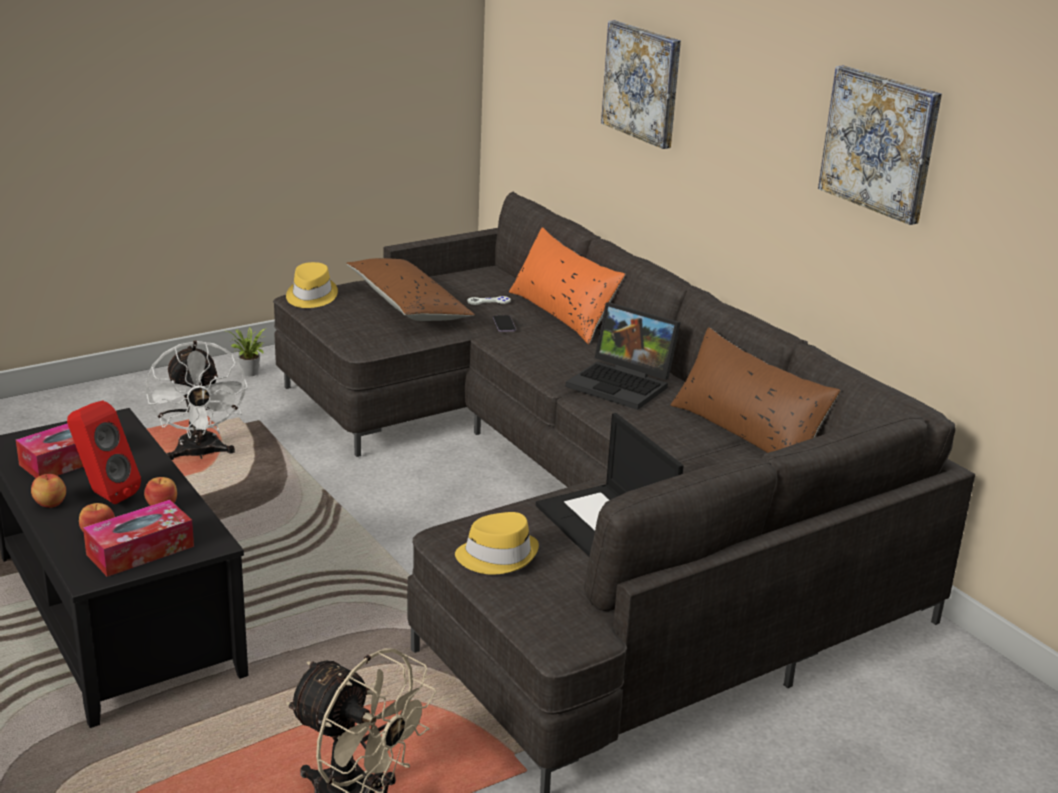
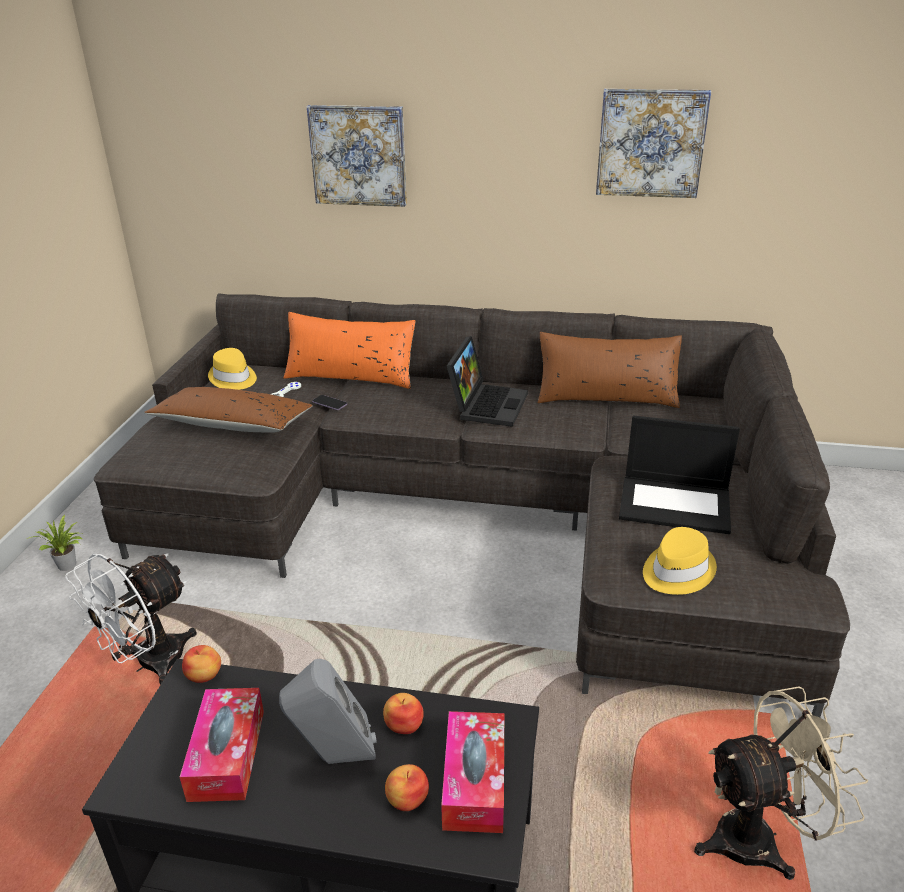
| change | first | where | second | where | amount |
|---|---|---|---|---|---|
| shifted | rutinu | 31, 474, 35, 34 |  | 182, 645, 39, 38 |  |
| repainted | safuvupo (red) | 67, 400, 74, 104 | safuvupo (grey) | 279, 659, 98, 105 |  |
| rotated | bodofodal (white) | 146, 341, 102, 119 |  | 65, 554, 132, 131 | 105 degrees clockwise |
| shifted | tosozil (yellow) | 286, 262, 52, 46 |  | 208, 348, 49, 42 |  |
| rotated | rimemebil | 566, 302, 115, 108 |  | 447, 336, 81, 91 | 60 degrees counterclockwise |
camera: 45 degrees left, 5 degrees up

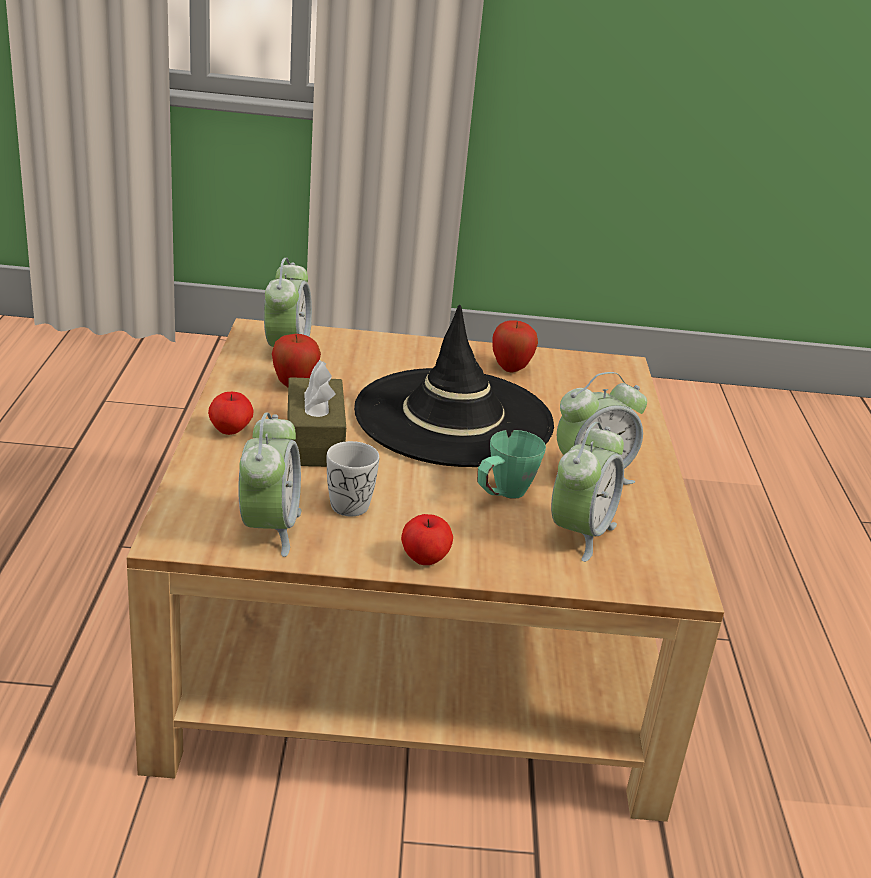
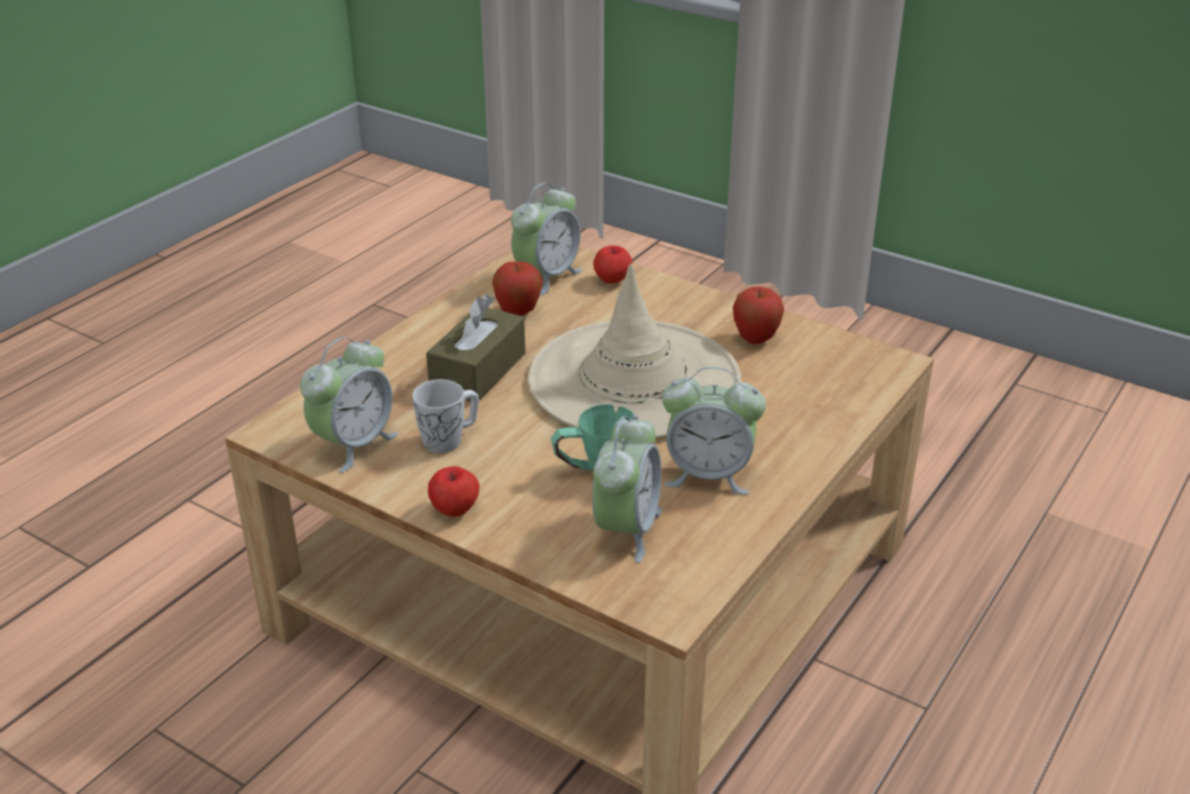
| change | first | where | second | where | amount |
|---|---|---|---|---|---|
| shifted | rutinu | 208, 392, 45, 43 |  | 593, 245, 39, 39 |  |
| repainted | tosozil (black) | 354, 305, 200, 162 | tosozil (beige) | 528, 263, 213, 176 |  |
| rotated | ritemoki | 551, 422, 73, 140 |  | 592, 415, 70, 148 | 45 degrees counterclockwise |
camera: 35 degrees right, 5 degrees up

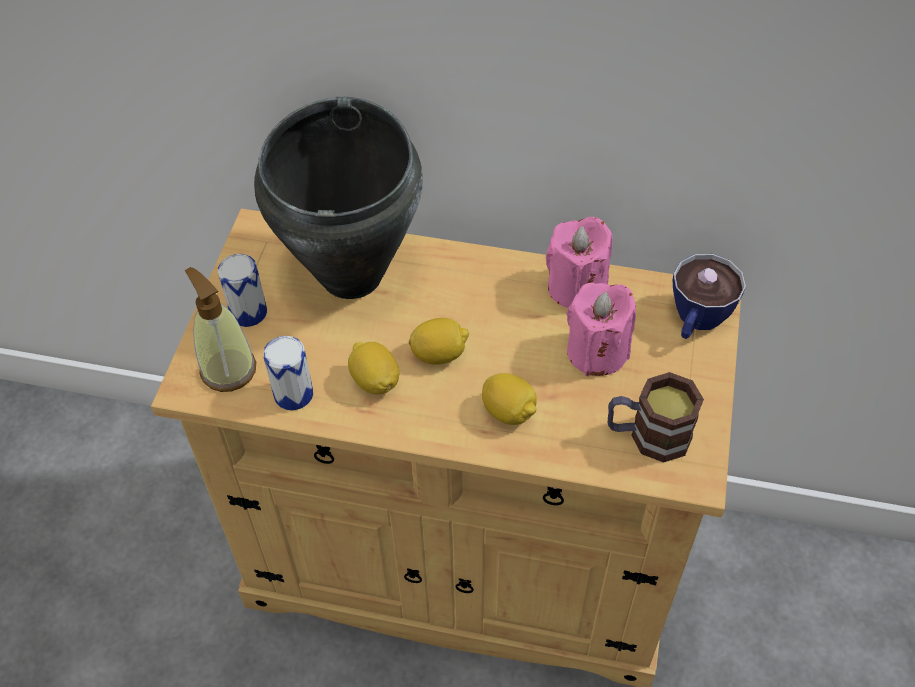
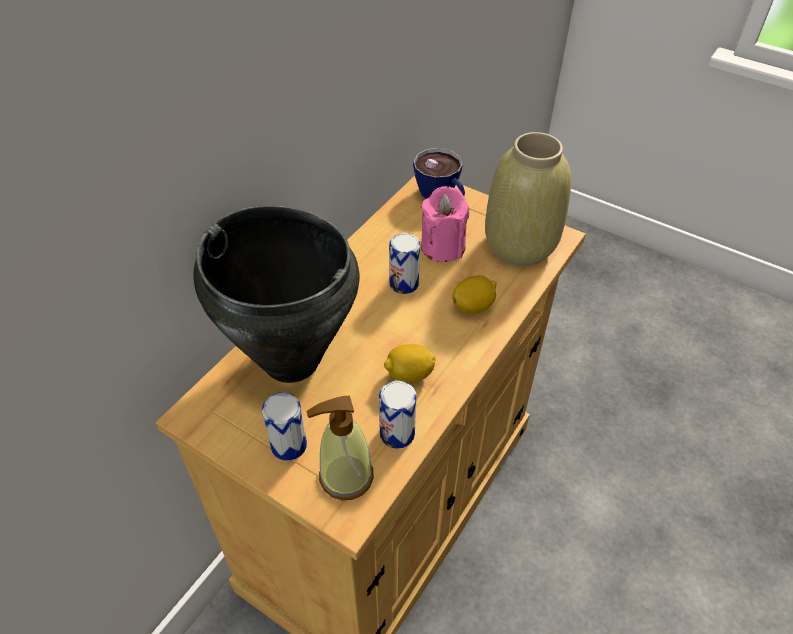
| change | first | where | second | where | amount |
|---|---|---|---|---|---|
| gone | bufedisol | 409, 318, 60, 47 |  |  |  |
| gone | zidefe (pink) | 546, 217, 67, 91 |  |  |  |
| swapped | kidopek | 608, 372, 96, 91 | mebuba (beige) | 485, 132, 86, 134 |  |
| new |  |  | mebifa | 389, 233, 31, 61 |  |
camera: 70 degrees left, 5 degrees down

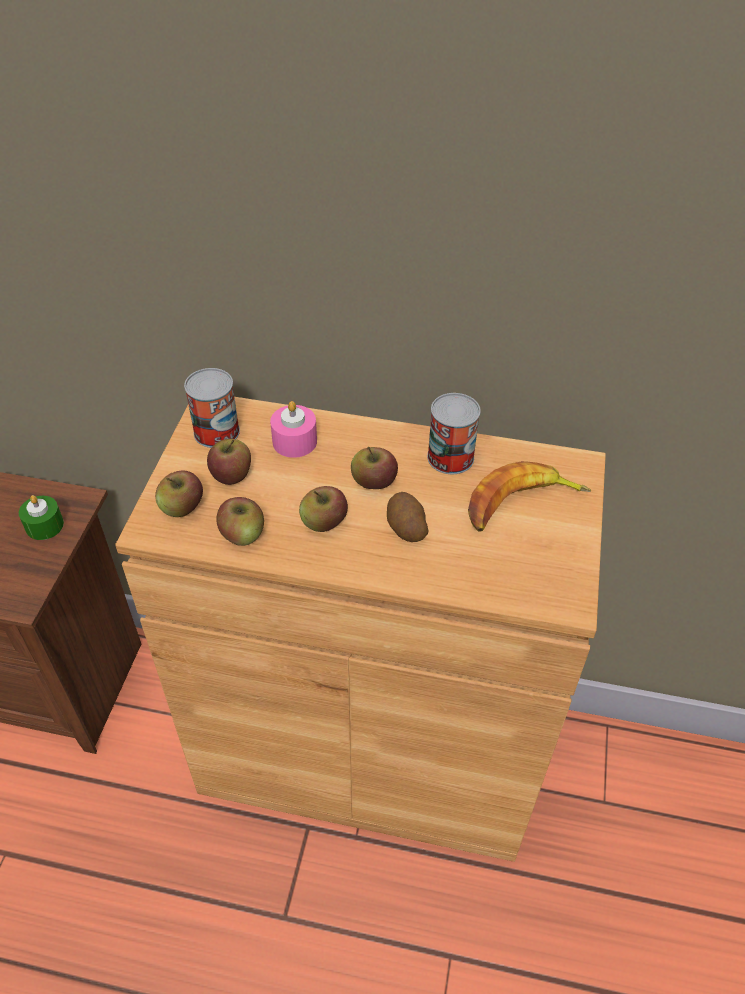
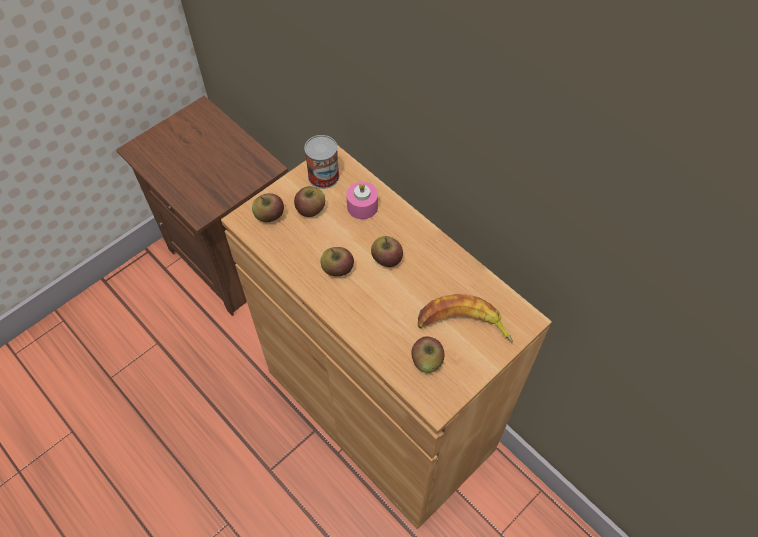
| change | first | where | second | where | amount |
|---|---|---|---|---|---|
| gone | zidefe (green) | 19, 495, 45, 45 |  |  |  |
| shifted | rutinu | 216, 497, 48, 49 |  | 411, 336, 33, 37 |  |
| gone | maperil | 387, 492, 41, 50 |  |  |  |
| gone | mebifa | 427, 393, 54, 81 |  |  |  |
camera: 35 degrees right, 10 degrees up

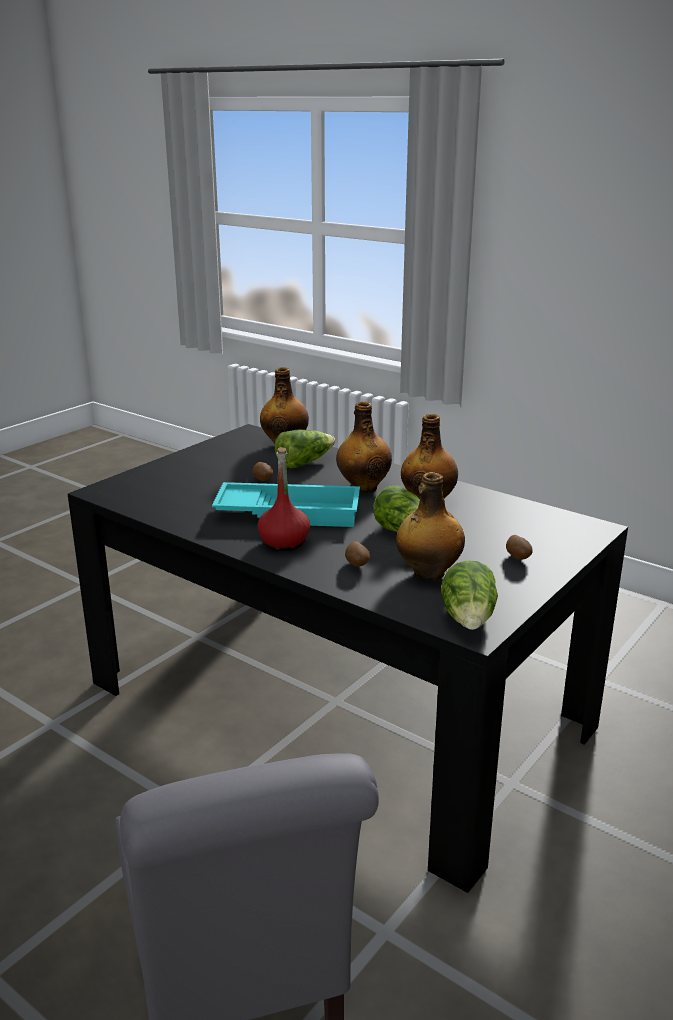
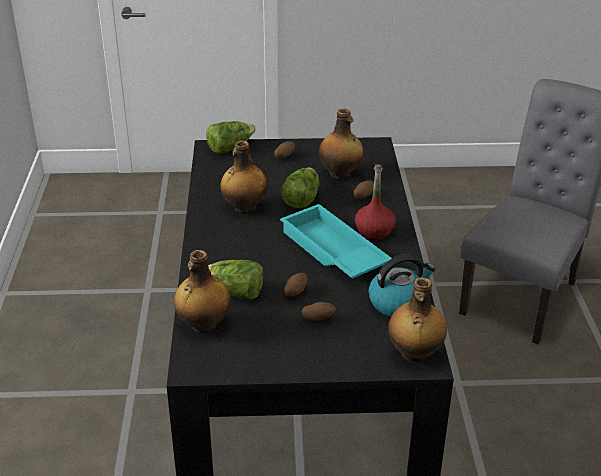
| change | first | where | second | where | amount |
|---|---|---|---|---|---|
| shifted | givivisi | 336, 402, 56, 91 |  | 388, 278, 59, 85 |  |
| shifted | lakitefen | 441, 560, 57, 70 |  | 206, 121, 50, 33 |  |
| new |  |  | maperil | 302, 302, 34, 19 |  |
| new |  |  | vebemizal | 369, 254, 67, 63 |  |
camera: 130 degrees left, 10 degrees up

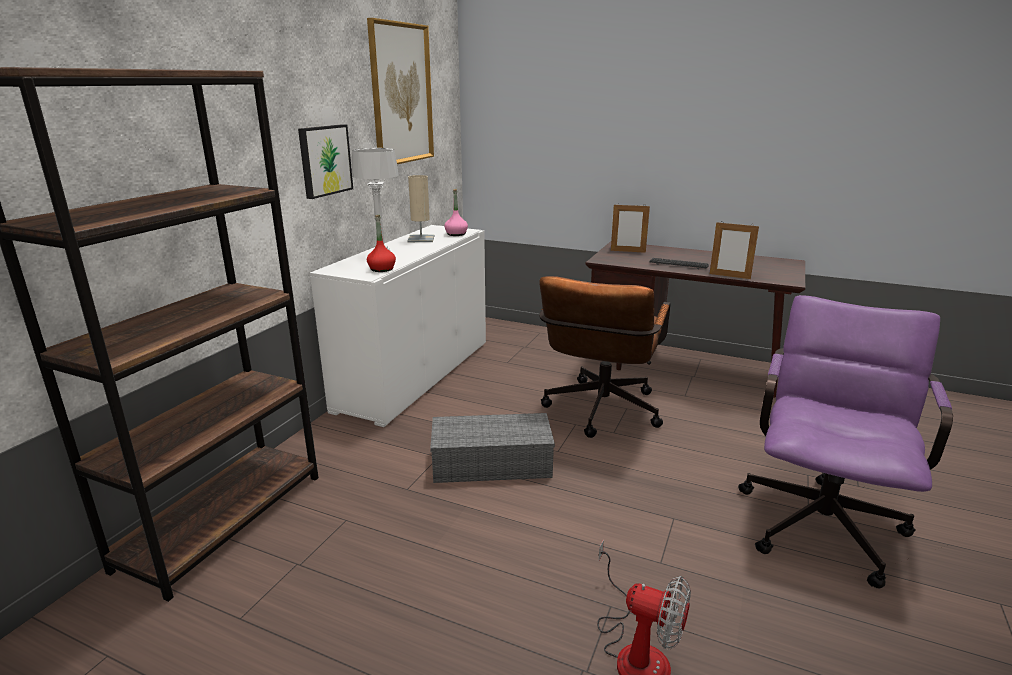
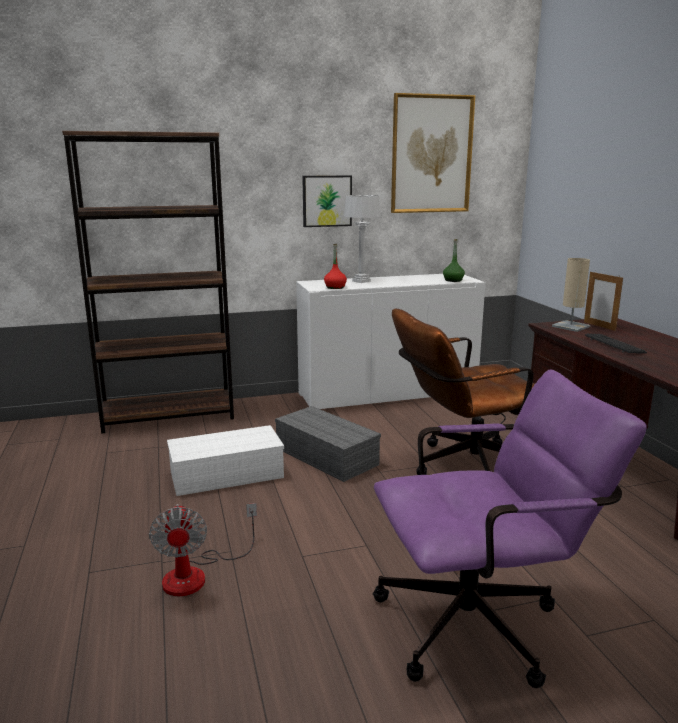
| change | first | where | second | where | amount |
|---|---|---|---|---|---|
| shifted | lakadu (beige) | 408, 175, 26, 67 |  | 552, 258, 39, 74 |  |
| repainted | givivisi (pink) | 445, 189, 23, 47 | givivisi (green) | 443, 239, 22, 43 |  |
| gone | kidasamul | 710, 221, 49, 58 |  |  |  |
| new |  |  | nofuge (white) | 167, 425, 117, 71 |  |
camera: 50 degrees right, 5 degrees down

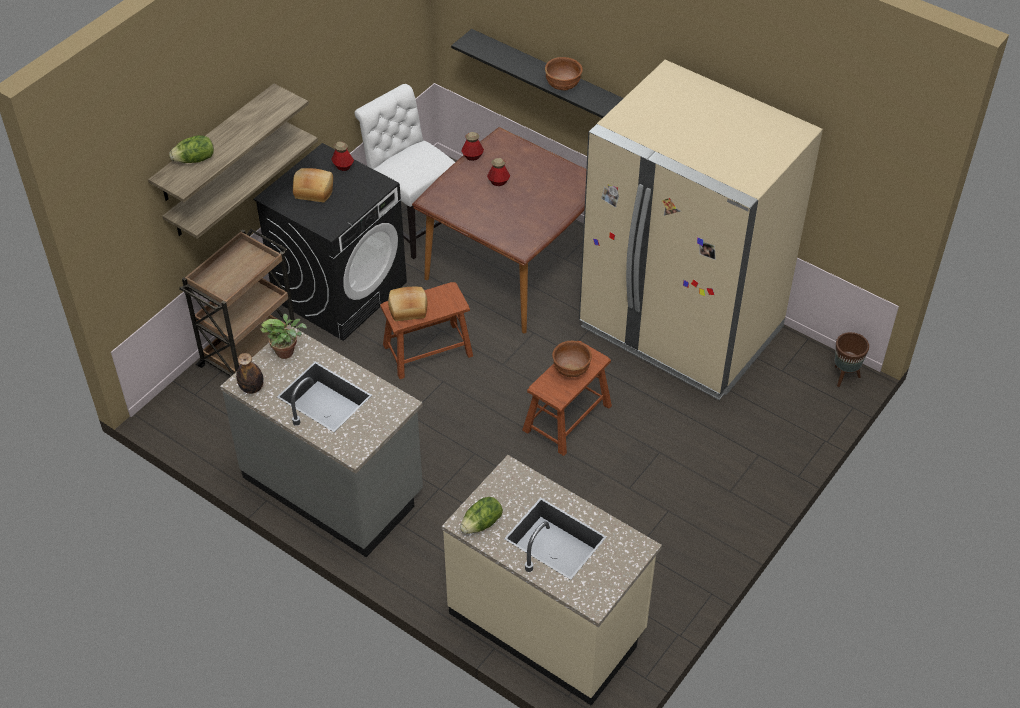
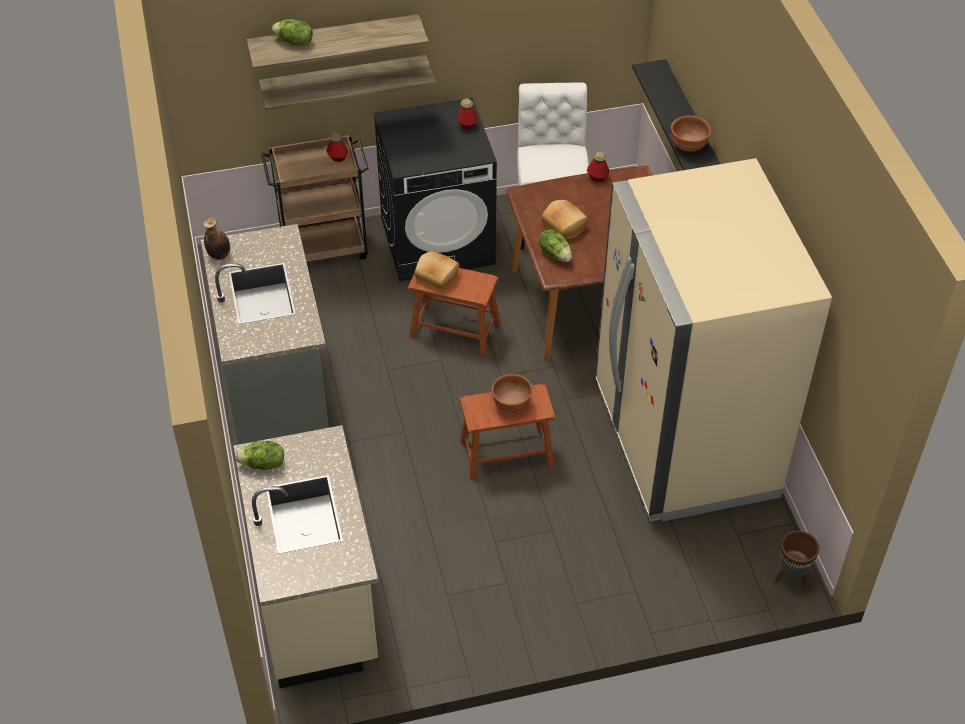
| change | first | where | second | where | amount |
|---|---|---|---|---|---|
| gone | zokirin | 260, 314, 47, 45 |  |  |  |
| shifted | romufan | 293, 168, 40, 34 |  | 541, 200, 47, 40 |  |
| shifted | givivisi | 487, 158, 23, 28 |  | 326, 132, 23, 30 |  |
| new |  |  | lakitefen | 539, 229, 33, 33 |  |
camera: 40 degrees right, 0 degrees up

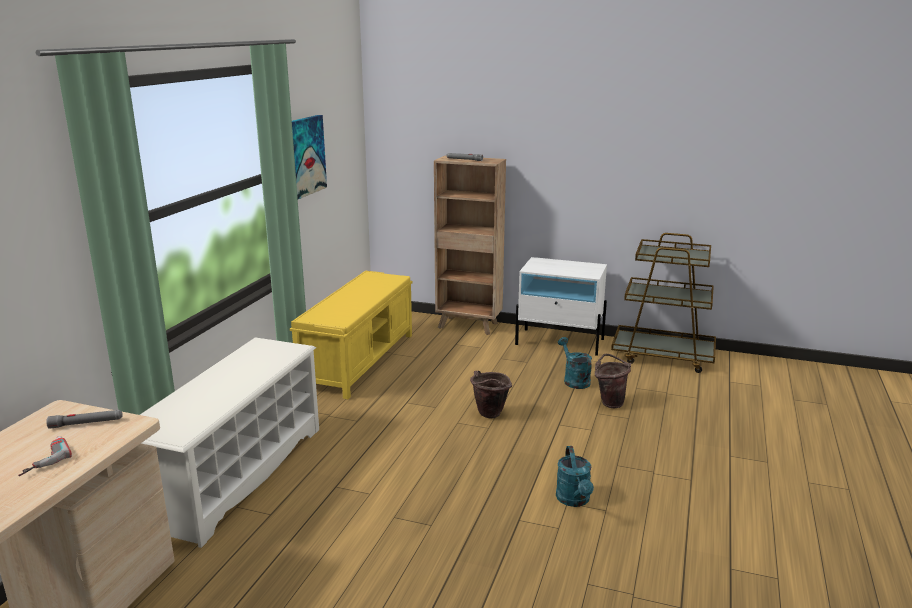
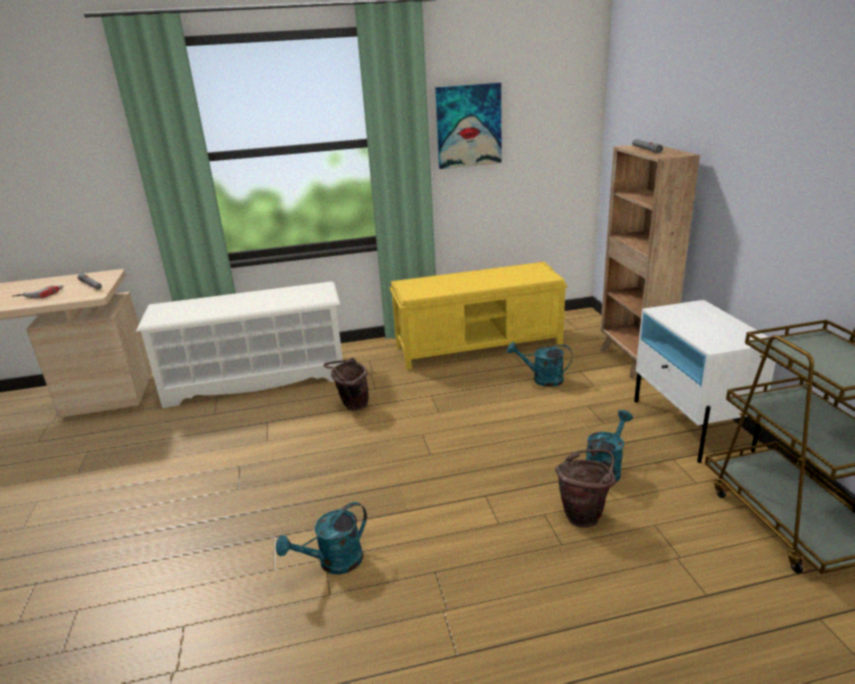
| change | first | where | second | where | amount |
|---|---|---|---|---|---|
| shifted | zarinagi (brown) | 470, 371, 42, 47 |  | 323, 357, 46, 54 |  |
| new |  |  | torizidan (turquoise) | 507, 342, 65, 45 |  |
camera: 60 degrees right, 5 degrees up

